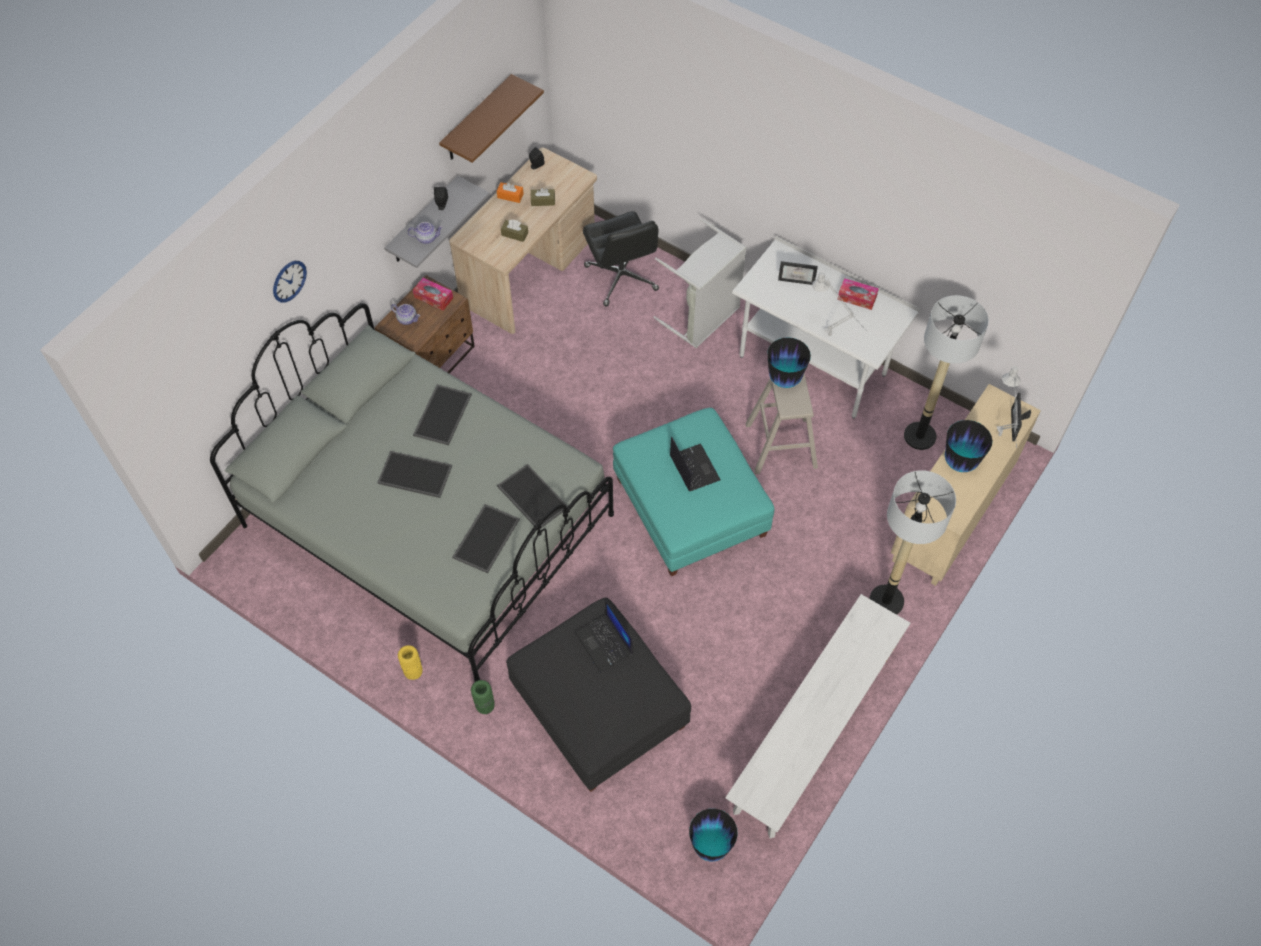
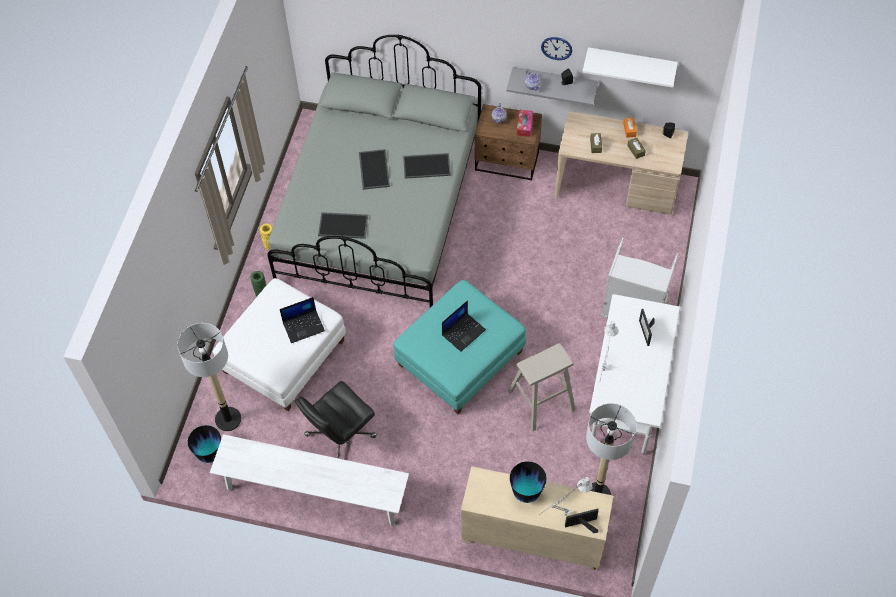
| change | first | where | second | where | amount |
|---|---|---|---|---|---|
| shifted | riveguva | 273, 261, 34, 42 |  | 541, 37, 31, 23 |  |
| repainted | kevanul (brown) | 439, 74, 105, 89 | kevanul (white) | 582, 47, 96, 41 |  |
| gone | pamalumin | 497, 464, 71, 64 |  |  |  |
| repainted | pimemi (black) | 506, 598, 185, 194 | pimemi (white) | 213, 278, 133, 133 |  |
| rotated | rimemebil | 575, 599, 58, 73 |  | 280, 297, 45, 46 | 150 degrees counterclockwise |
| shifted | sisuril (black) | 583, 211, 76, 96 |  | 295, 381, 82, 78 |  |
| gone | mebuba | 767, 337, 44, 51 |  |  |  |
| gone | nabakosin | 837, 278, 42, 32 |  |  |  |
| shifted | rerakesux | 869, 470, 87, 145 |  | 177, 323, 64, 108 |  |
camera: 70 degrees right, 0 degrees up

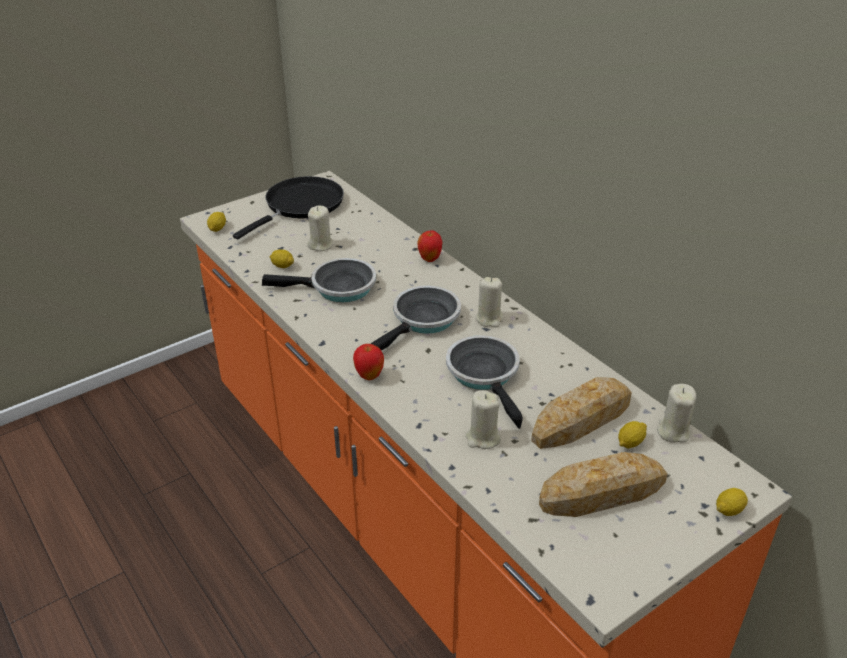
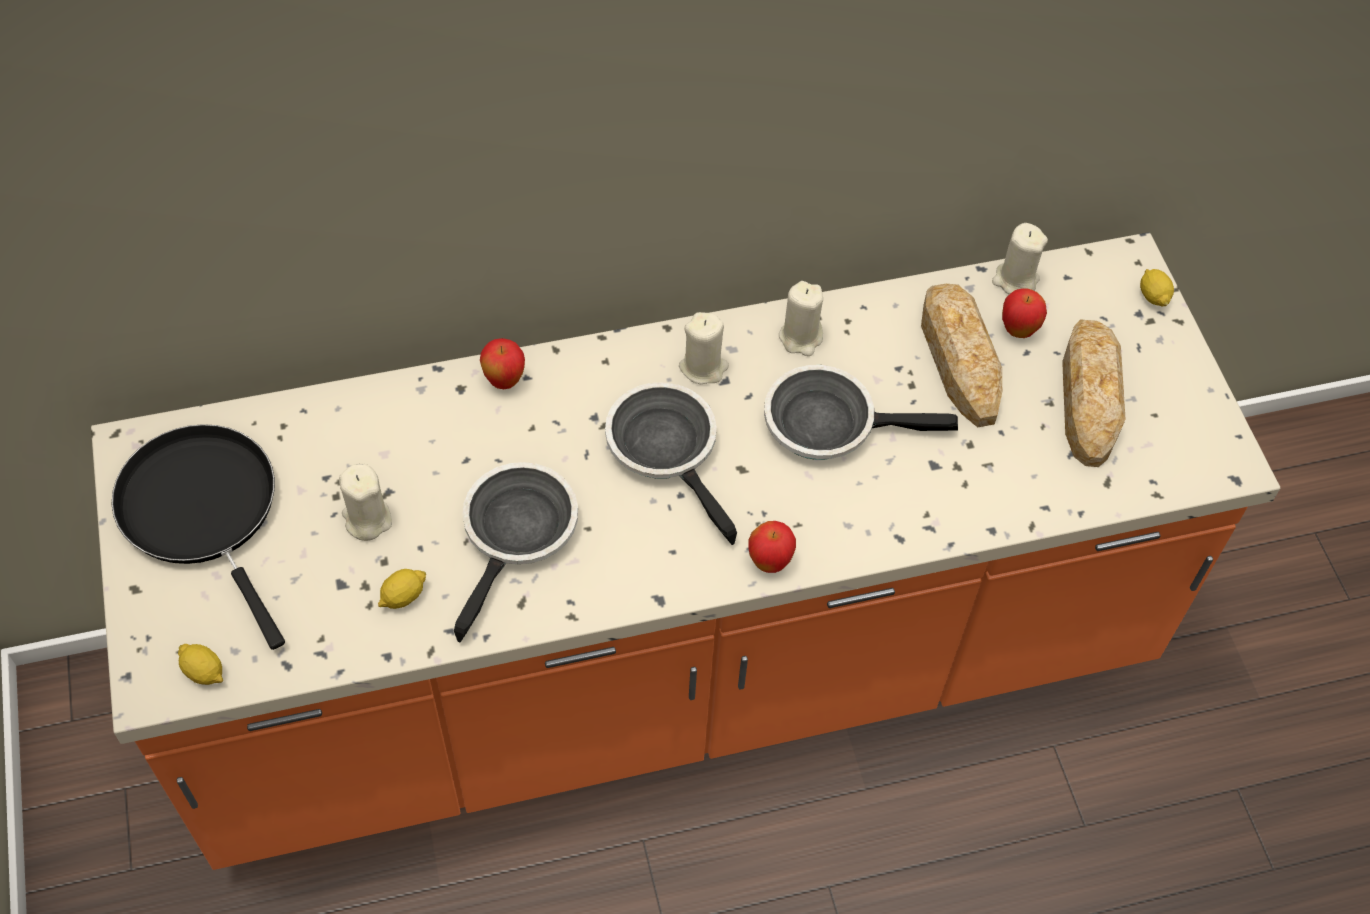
| change | first | where | second | where | amount |
|---|---|---|---|---|---|
| shifted | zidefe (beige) | 465, 390, 36, 59 |  | 779, 281, 44, 75 |  |
| swapped | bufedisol | 618, 421, 29, 28 | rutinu | 1002, 288, 45, 50 |  |
camera: 70 degrees left, 20 degrees up

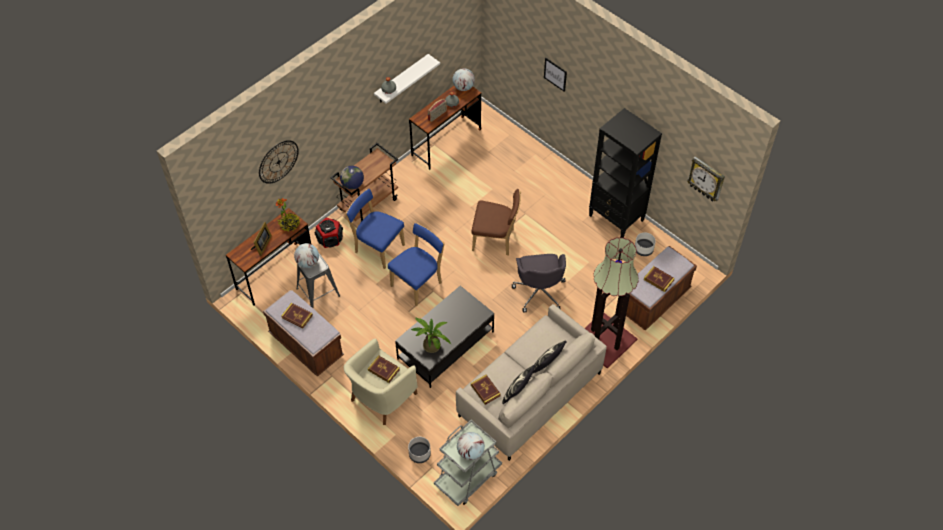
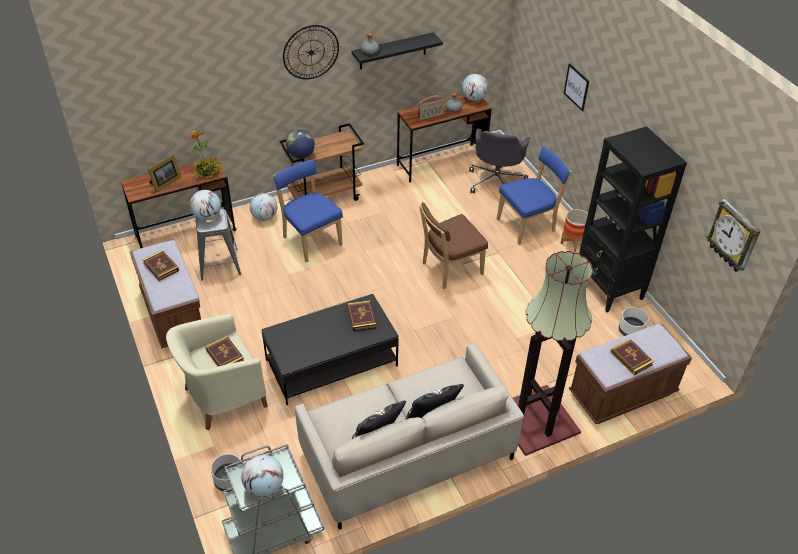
| change | first | where | second | where | amount |
|---|---|---|---|---|---|
| shifted | riveguva | 259, 140, 40, 44 |  | 283, 25, 56, 55 |  |
| swapped | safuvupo | 315, 217, 28, 31 | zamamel | 250, 193, 27, 28 |  |
| repainted | kevanul (white) | 374, 54, 66, 50 | kevanul (black) | 352, 32, 91, 38 |  |
| shifted | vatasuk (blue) | 388, 223, 57, 84 |  | 497, 147, 75, 98 |  |
| gone | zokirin | 411, 317, 40, 36 |  |  |  |
| shifted | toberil | 471, 375, 30, 30 |  | 347, 300, 29, 31 |  |
| rotated | vatasuk (brown) | 472, 189, 49, 67 |  | 419, 202, 69, 87 | 120 degrees clockwise |
| shifted | sisuril (grey) | 512, 254, 54, 59 |  | 469, 129, 61, 64 |  |
| new |  |  | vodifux | 561, 209, 27, 43 |  |
camera: 20 degrees right, 10 degrees down

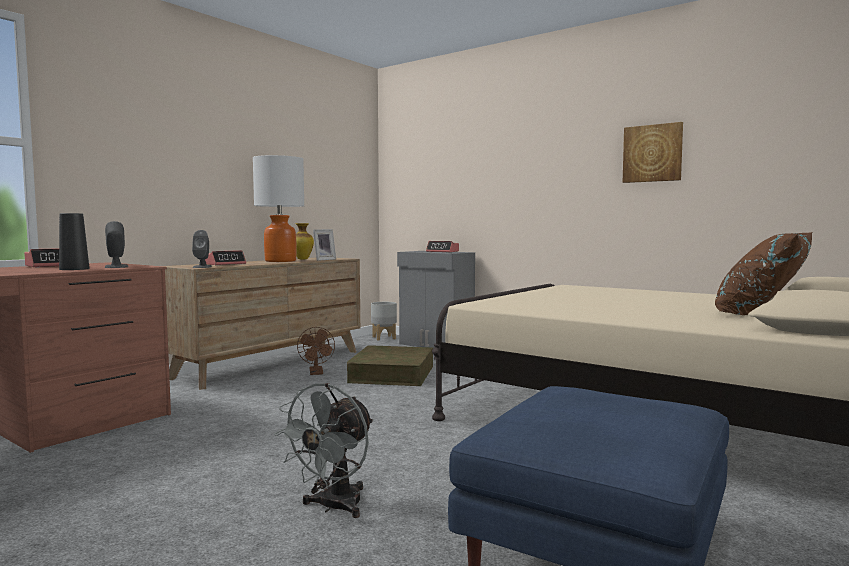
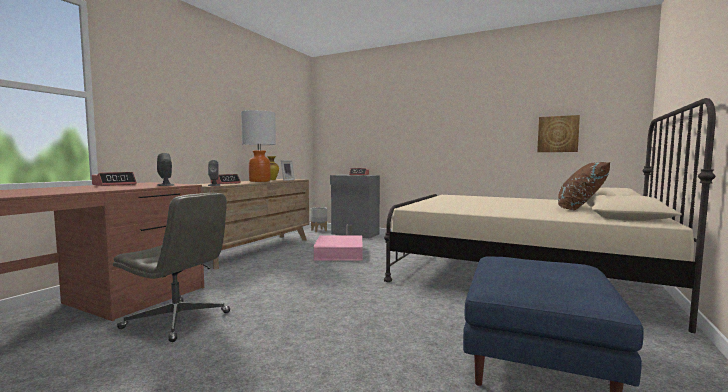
| change | first | where | second | where | amount |
|---|---|---|---|---|---|
| gone | mebuba (black) | 59, 213, 31, 57 |  |  |  |
| gone | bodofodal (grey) | 274, 383, 99, 135 |  |  |  |
| gone | bodofodal (brown) | 297, 327, 38, 48 |  |  |  |
| repainted | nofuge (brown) | 347, 345, 86, 41 | nofuge (pink) | 314, 236, 49, 25 |  |
| shifted | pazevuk | 623, 122, 60, 61 |  | 537, 115, 43, 37 |  |
| new |  |  | sisuril (grey) | 113, 193, 117, 149 |  |
camera: 10 degrees left, 0 degrees up

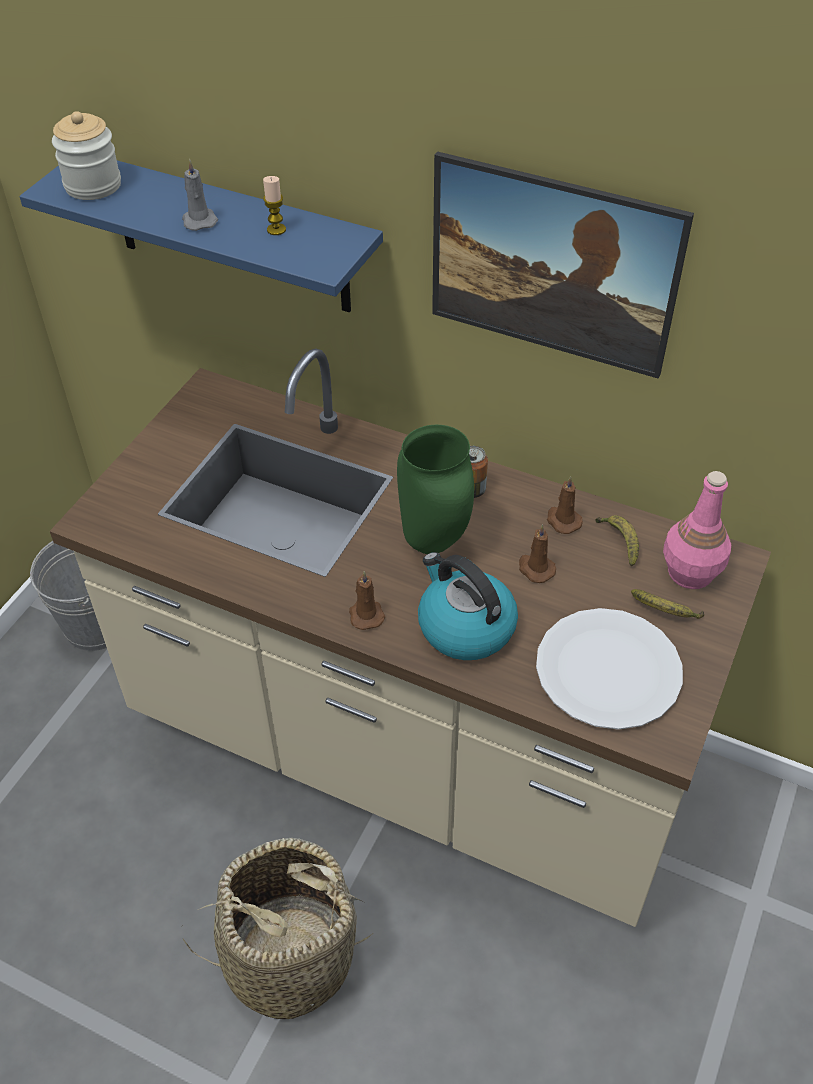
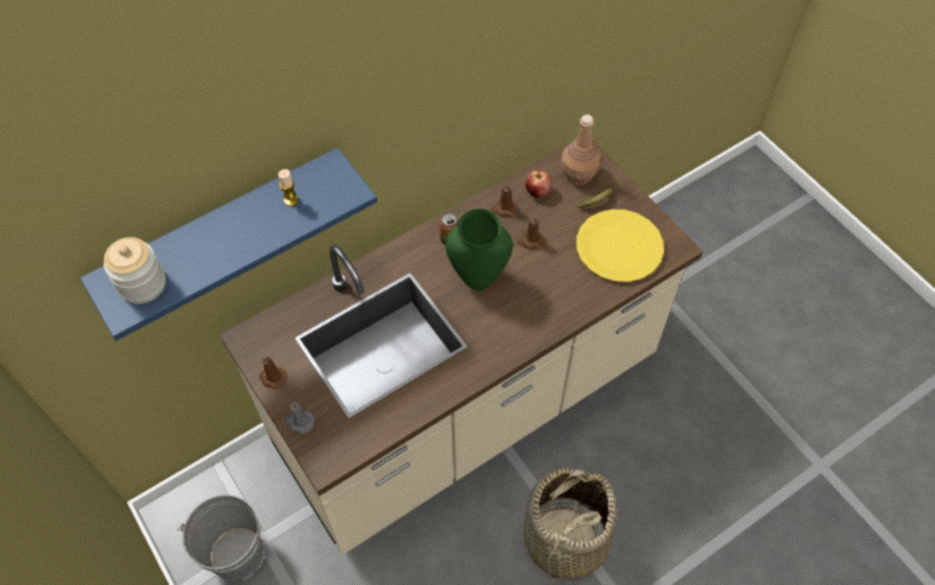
| change | first | where | second | where | amount |
|---|---|---|---|---|---|
| shifted | zidefe (grey) | 182, 159, 36, 72 |  | 285, 402, 30, 32 |  |
| shifted | zidefe (brown) | 349, 571, 36, 59 |  | 259, 356, 28, 33 |  |
| gone | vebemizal | 418, 552, 100, 108 |  |  |  |
| gone | pazevuk | 432, 151, 262, 228 |  |  |  |
| repainted | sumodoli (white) | 536, 608, 147, 122 | sumodoli (yellow) | 576, 209, 88, 73 |  |
| swapped | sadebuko | 595, 515, 44, 51 | rutinu | 525, 170, 27, 28 |  |
| repainted | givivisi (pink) | 663, 471, 68, 118 | givivisi (brown) | 561, 115, 40, 70 |  |
camera: 60 degrees left, 10 degrees up

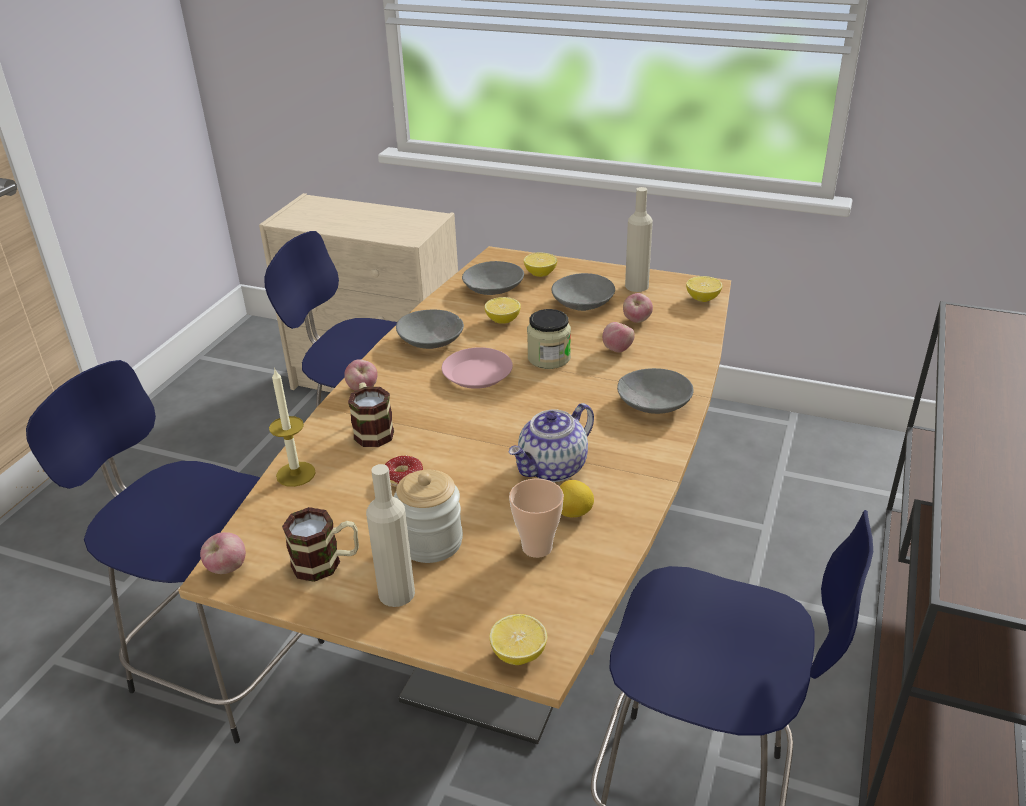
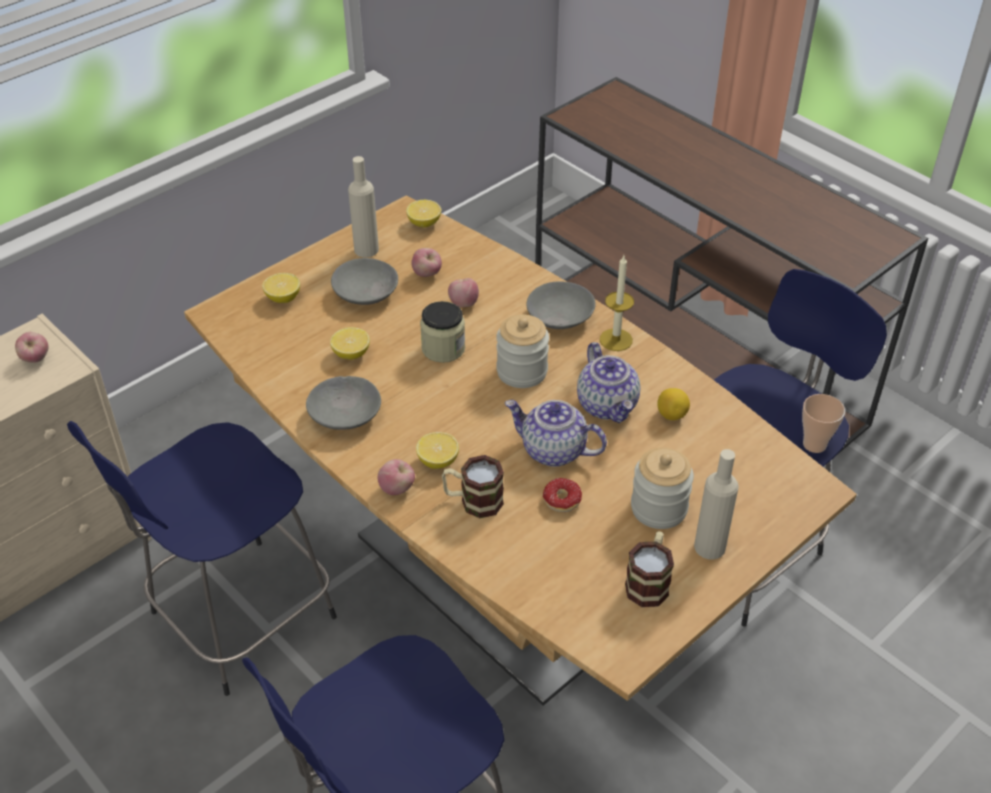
| change | first | where | second | where | amount |
|---|---|---|---|---|---|
| shifted | rutinu | 200, 532, 46, 42 |  | 15, 332, 34, 31 |  |
| shifted | zidefe | 269, 368, 47, 119 |  | 600, 256, 34, 95 |  |
| gone | sumodoli (pink) | 442, 347, 71, 42 |  |  |  |
| gone | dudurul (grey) | 462, 261, 62, 34 |  |  |  |
| shifted | bufedisol | 489, 614, 58, 51 |  | 416, 432, 43, 37 |  |
| shifted | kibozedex | 509, 478, 55, 80 |  | 802, 394, 43, 59 |  |
| new |  |  | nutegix | 496, 315, 53, 73 |  |
| new |  |  | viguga | 505, 400, 102, 67 |  |
camera: 65 degrees left, 10 degrees up

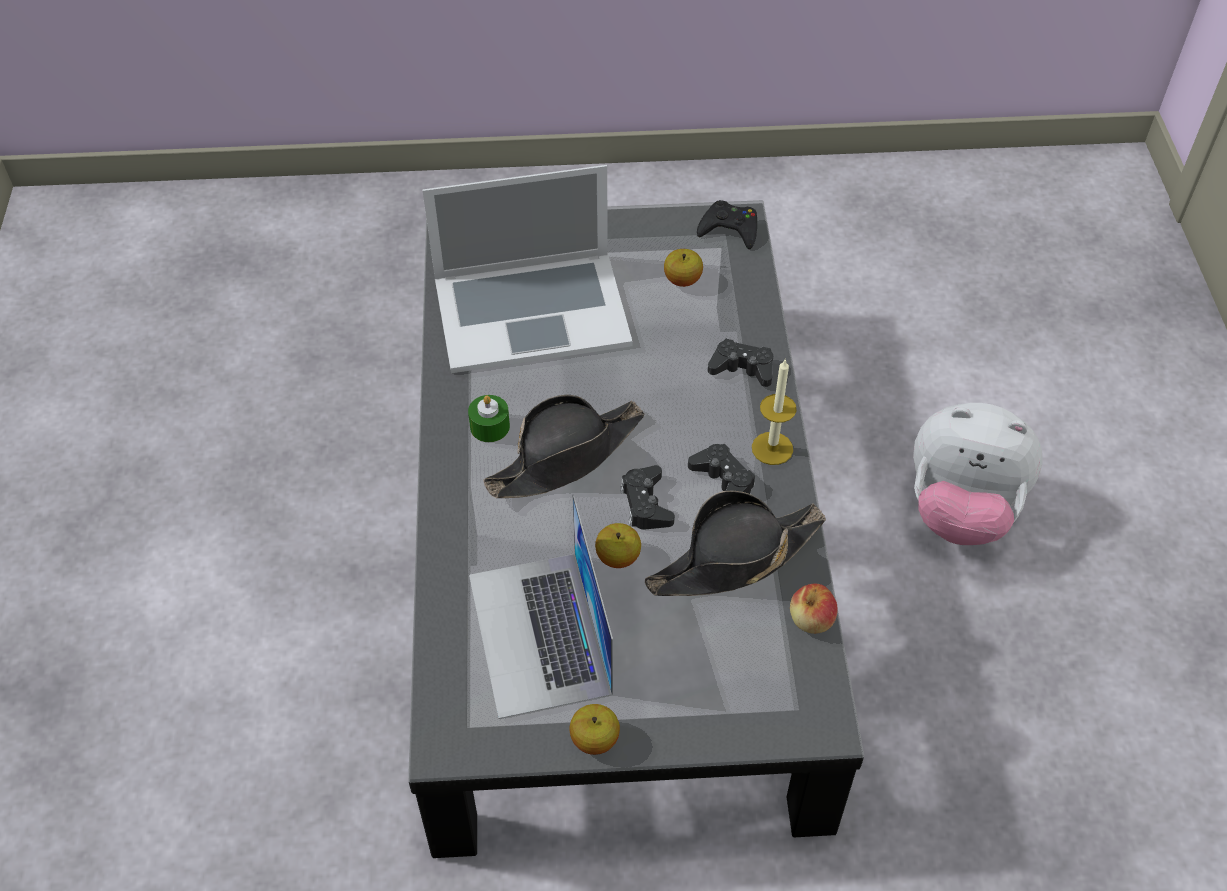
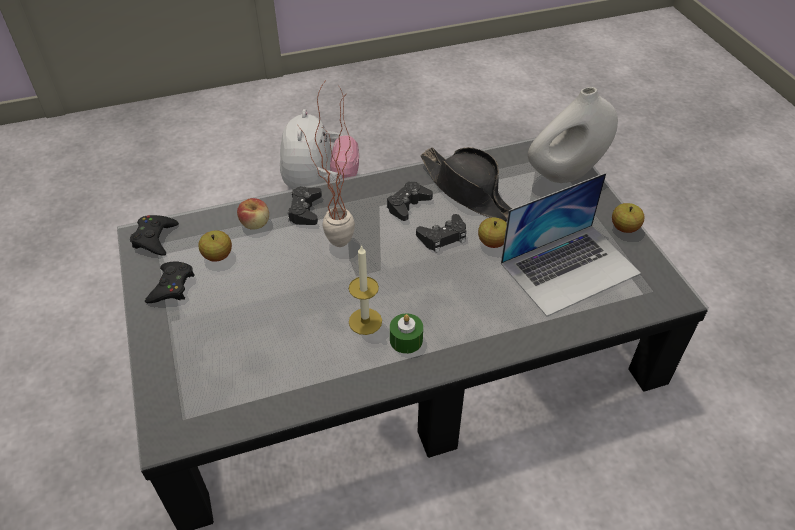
| change | first | where | second | where | amount |
|---|---|---|---|---|---|
| gone | rimemebil | 422, 165, 211, 208 |  |  |  |
| gone | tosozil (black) | 483, 395, 161, 103 |  |  |  |
| shifted | zidefe | 752, 358, 45, 107 |  | 349, 245, 33, 90 |  |
| shifted | rutinu | 790, 584, 48, 50 |  | 237, 198, 32, 32 |  |
| new |  |  | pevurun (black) | 145, 262, 50, 41 |  |
| new |  |  | zokirin | 297, 83, 58, 164 |  |
| new |  |  | mebuba (white) | 528, 87, 90, 96 |  |
camera: 105 degrees left, 5 degrees down

